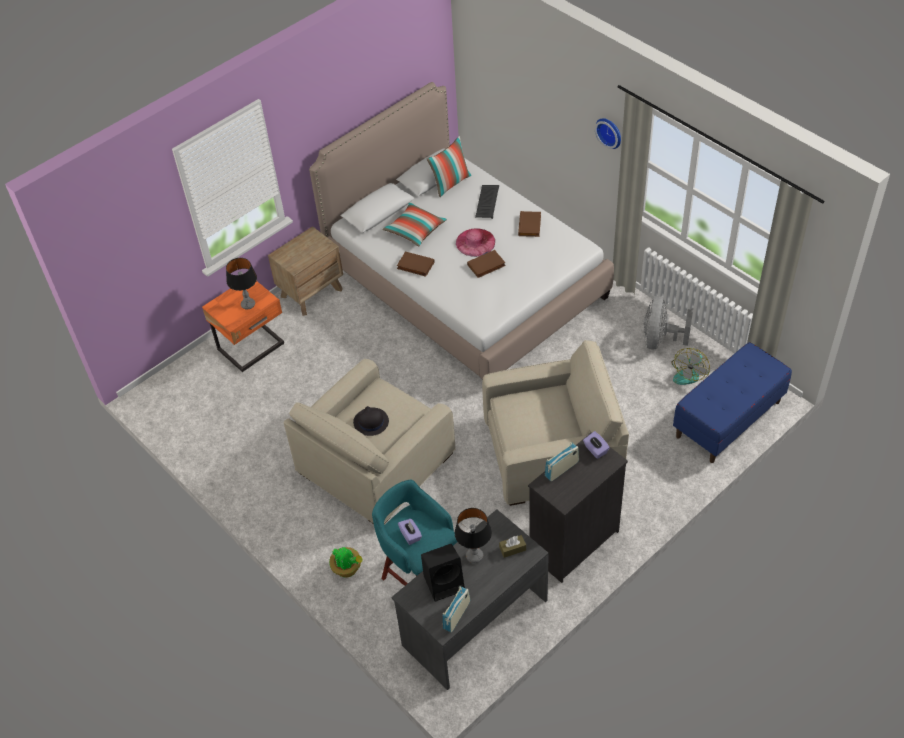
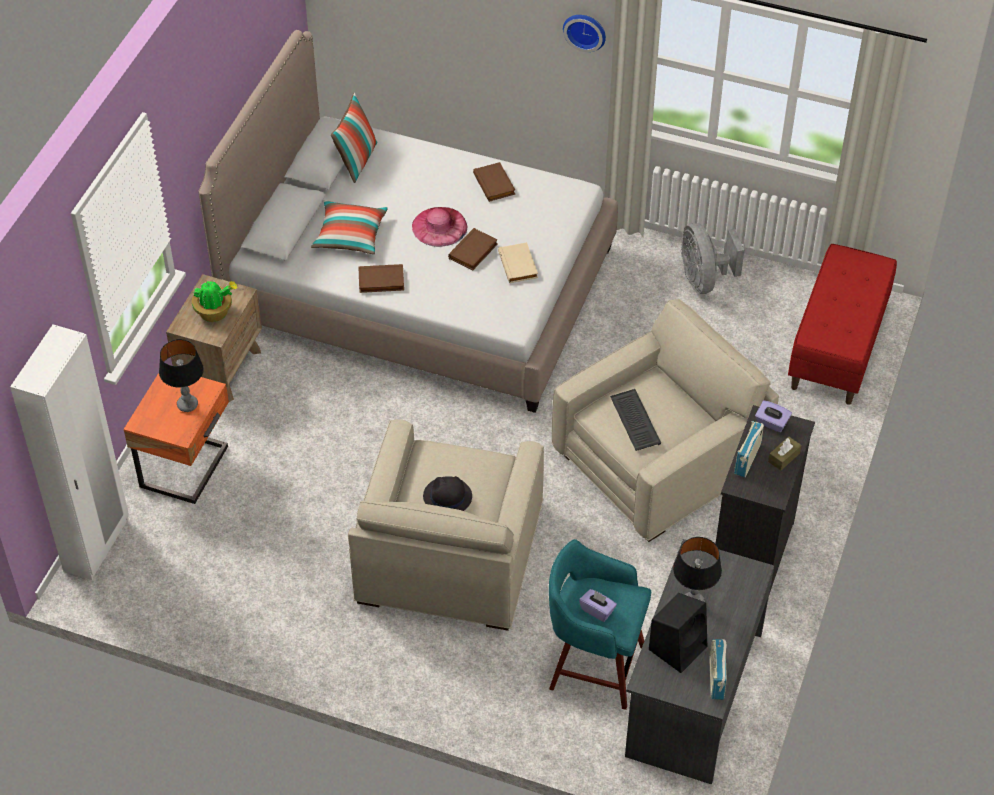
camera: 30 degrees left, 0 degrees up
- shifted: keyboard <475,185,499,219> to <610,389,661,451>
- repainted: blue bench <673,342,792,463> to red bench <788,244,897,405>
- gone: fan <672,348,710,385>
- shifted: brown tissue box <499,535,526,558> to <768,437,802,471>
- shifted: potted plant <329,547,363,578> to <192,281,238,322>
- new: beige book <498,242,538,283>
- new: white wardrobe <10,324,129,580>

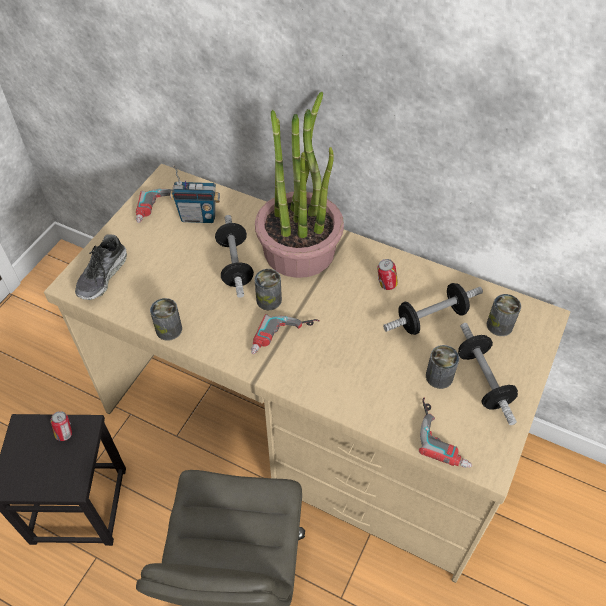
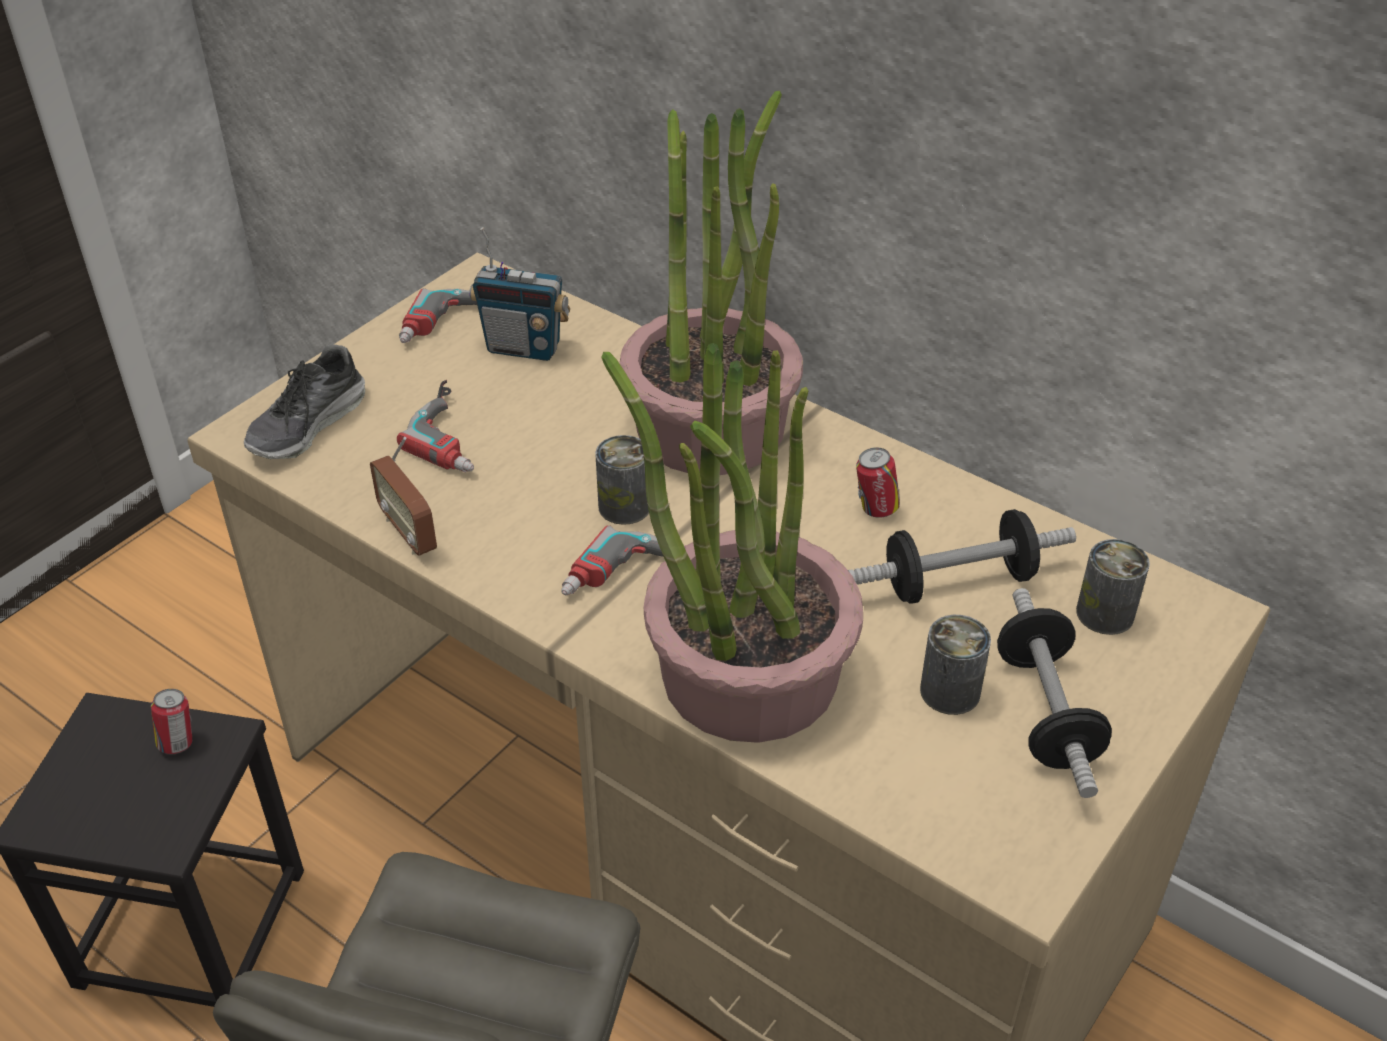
camera: 10 degrees right, 10 degrees down
- gone: dumbbell <215,215,254,298>
- swapped: can <150,298,182,341> to radio <370,437,437,556>
- shifted: power drill <419,398,472,468> to <397,380,474,472>
- new: potted plant <601,343,863,743>

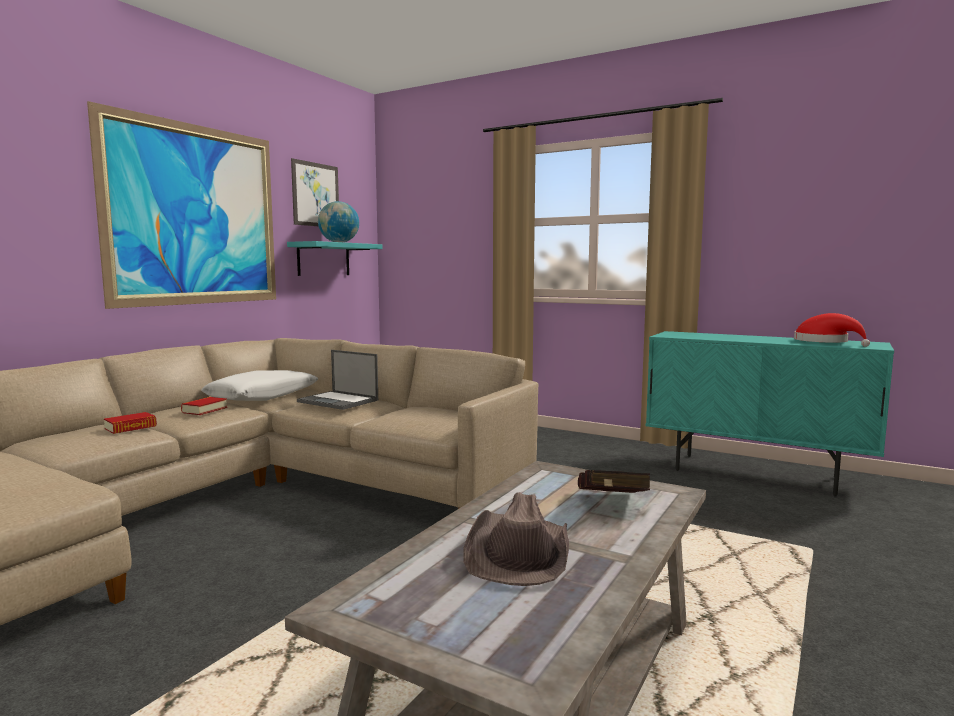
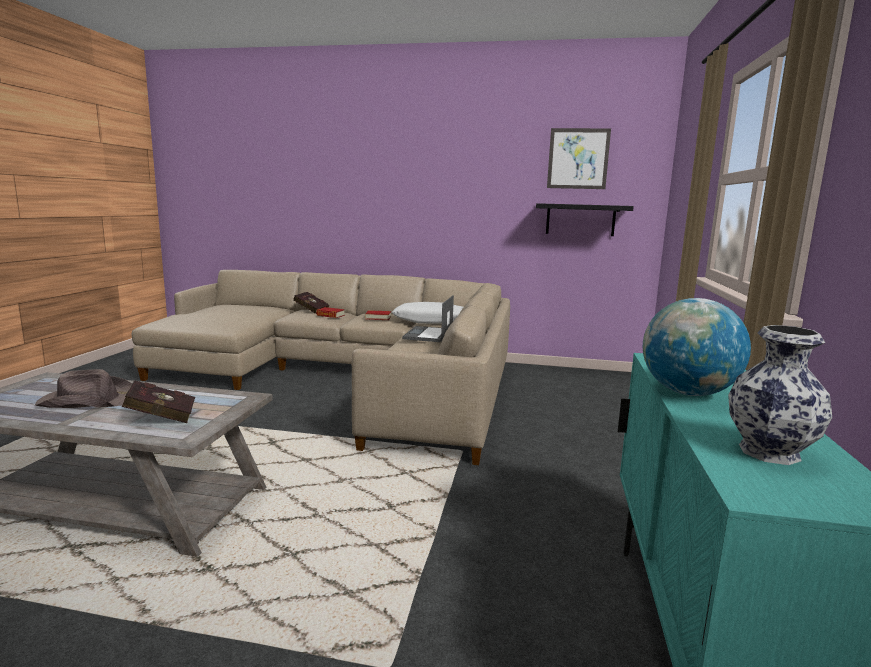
camera: 70 degrees right, 5 degrees up
- gone: picture <87,101,276,309>
- shifted: globe <318,201,359,242> to <643,298,751,396>
- repainted: turquoise shelf <287,241,382,276> to black shelf <536,203,634,236>
- swapped: red hat <794,313,870,347> to vase <728,325,833,465>
- new: red book <293,292,329,314>

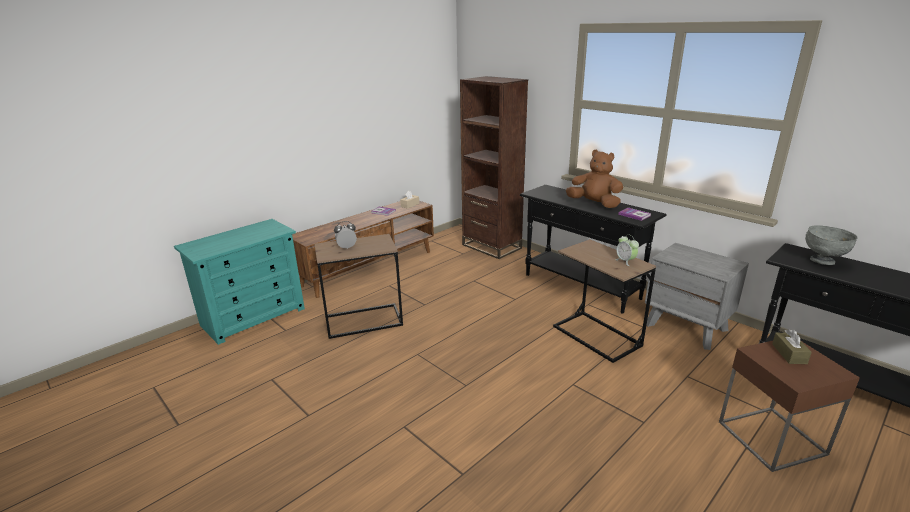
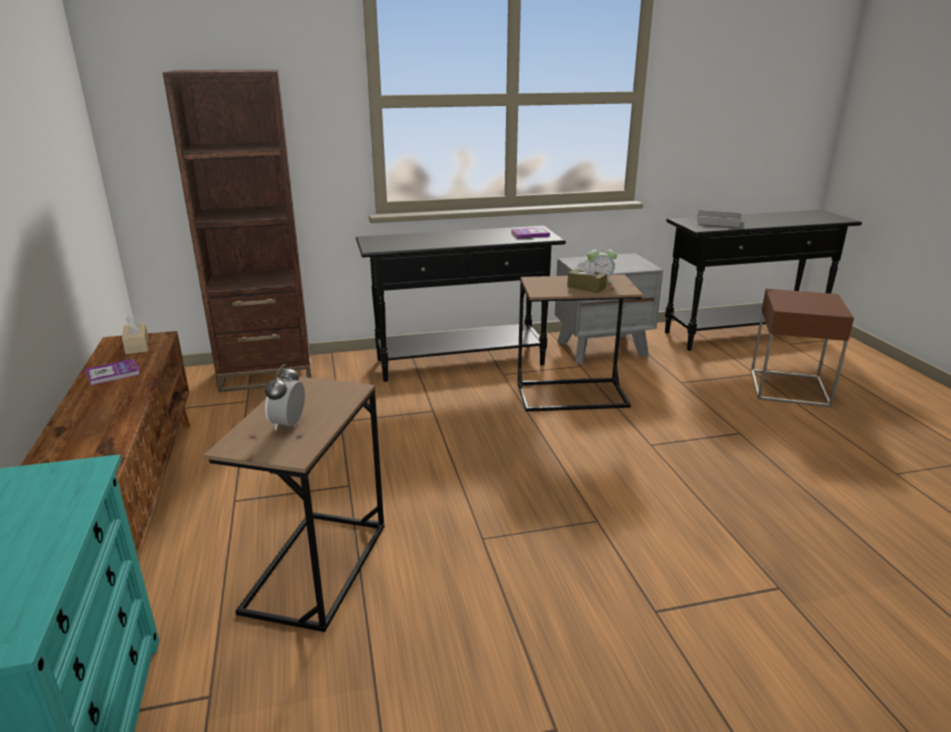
camera: 60 degrees left, 0 degrees up
- gone: brown plush toy <566,150,623,208>
- swapped: grey bowl <805,225,858,265> to book <691,210,741,227>
- shifted: brown tissue box <772,329,812,364> to <567,259,607,293>

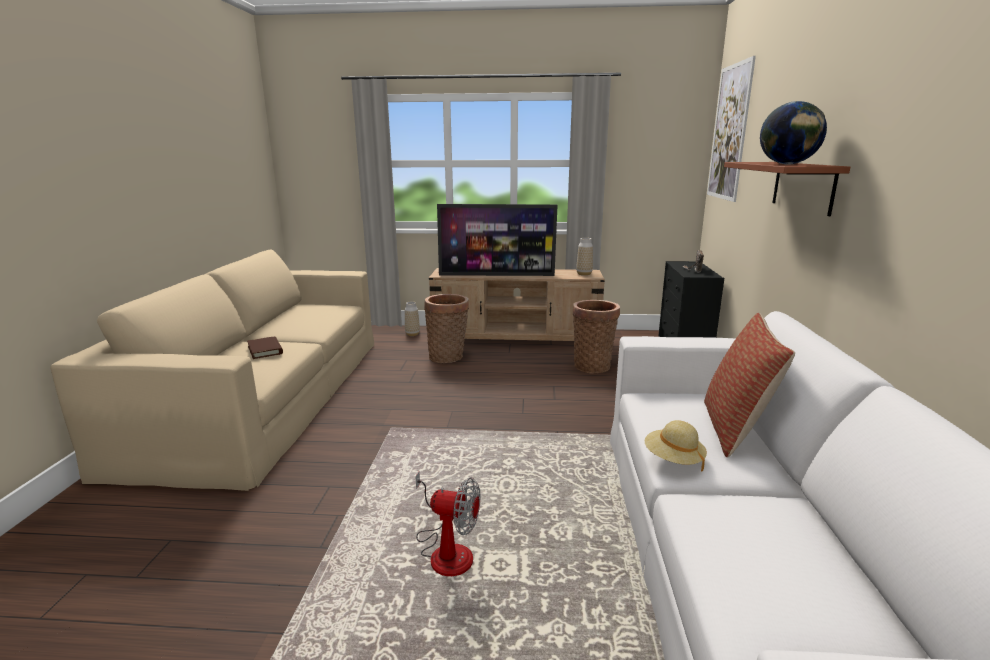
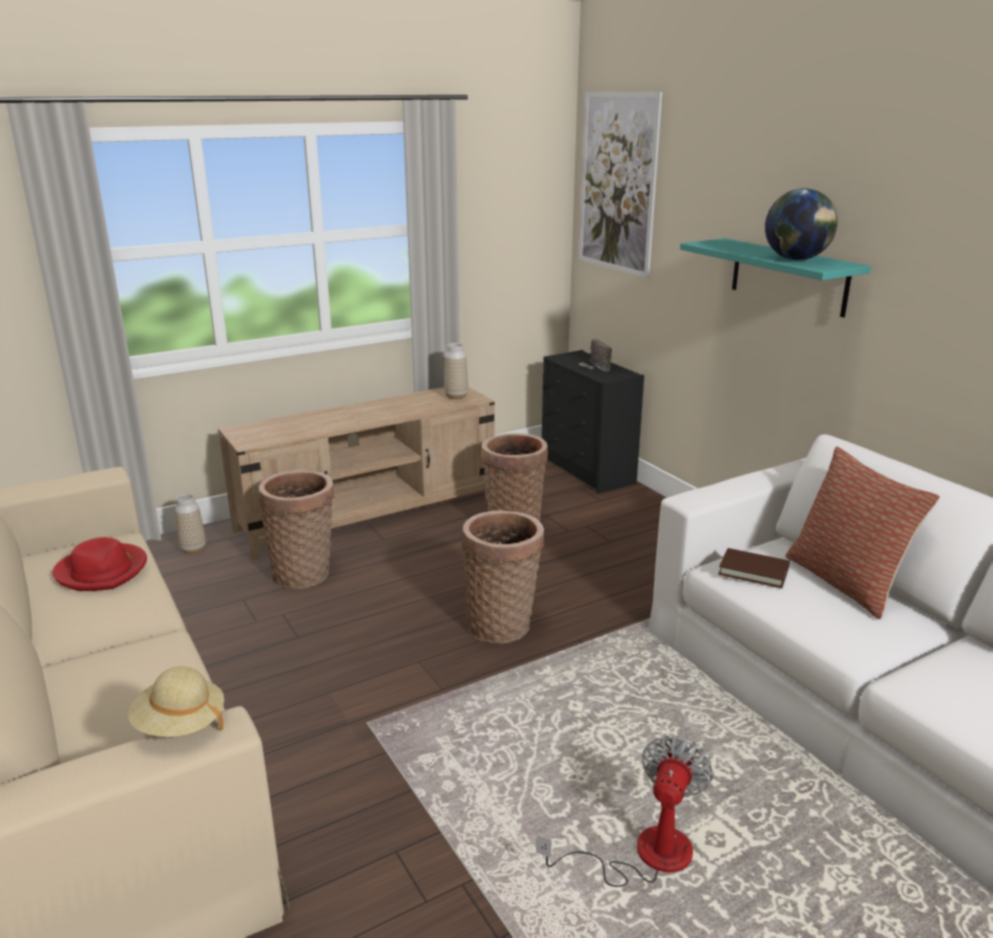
camera: 35 degrees left, 5 degrees up
- repainted: brown shelf <724,162,850,216> to turquoise shelf <680,238,871,318>
- gone: television <437,204,558,276>
- shifted: brown book <247,336,283,359> to <718,548,790,588>
- shifted: beige hat <645,420,707,472> to <128,666,224,737>
- rotated: fan <415,472,480,576> = <536,736,713,887> 45 degrees counterclockwise
- new: basket <462,510,544,644>
- new: red hat <52,537,147,591>

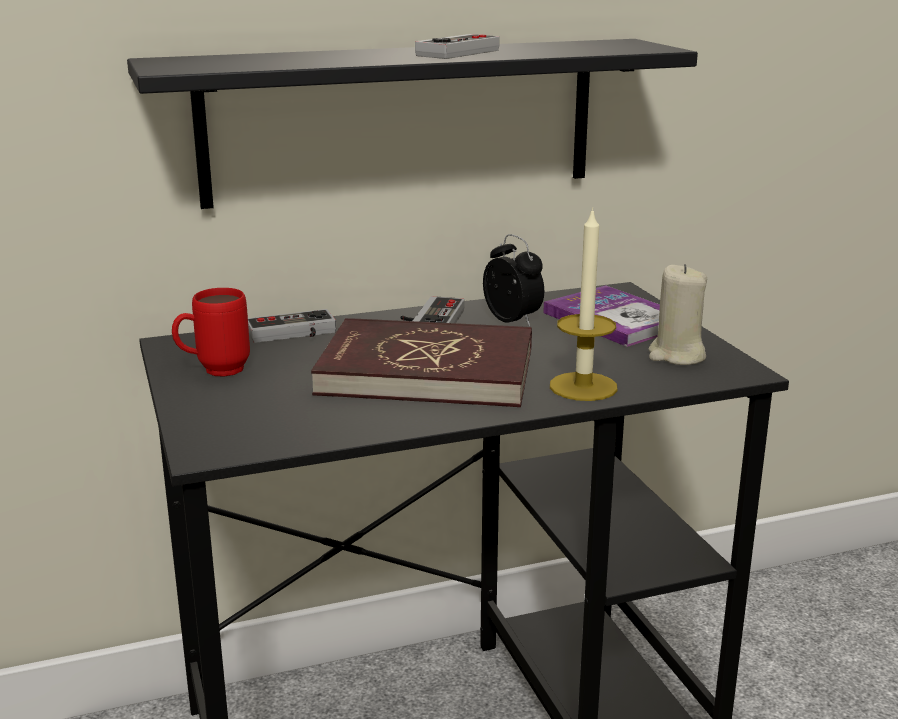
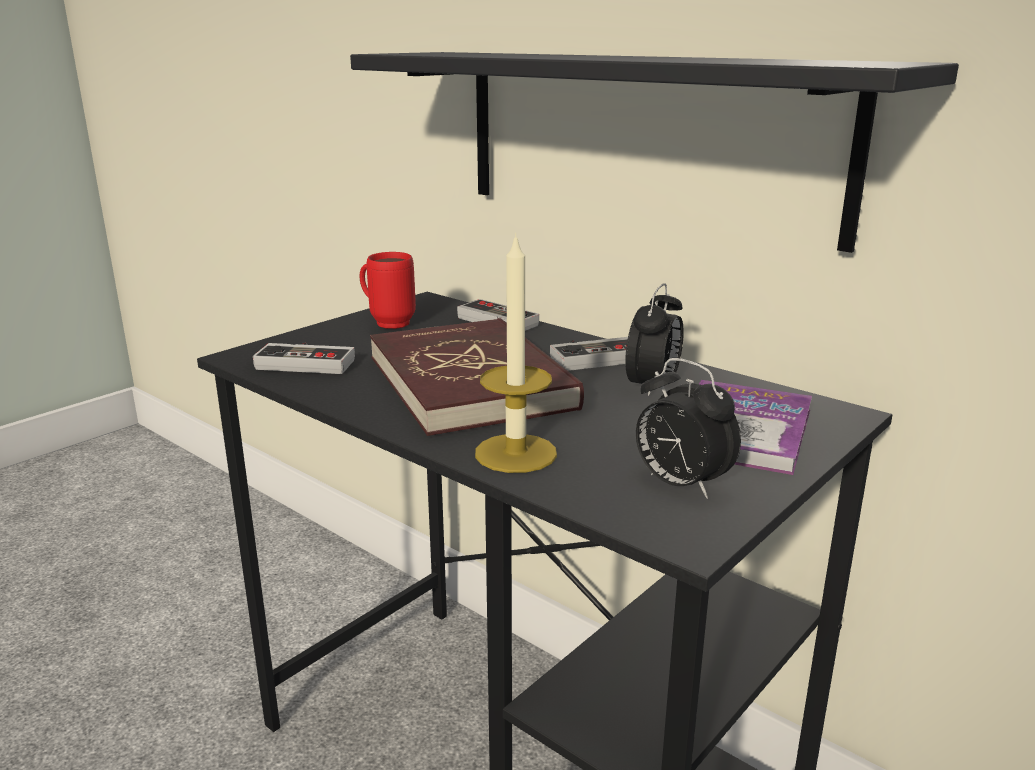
camera: 60 degrees right, 0 degrees up
- shifted: game controller <415,34,500,59> to <253,342,355,374>
- swapped: beige candle <648,264,707,365> to alarm clock <636,358,741,499>

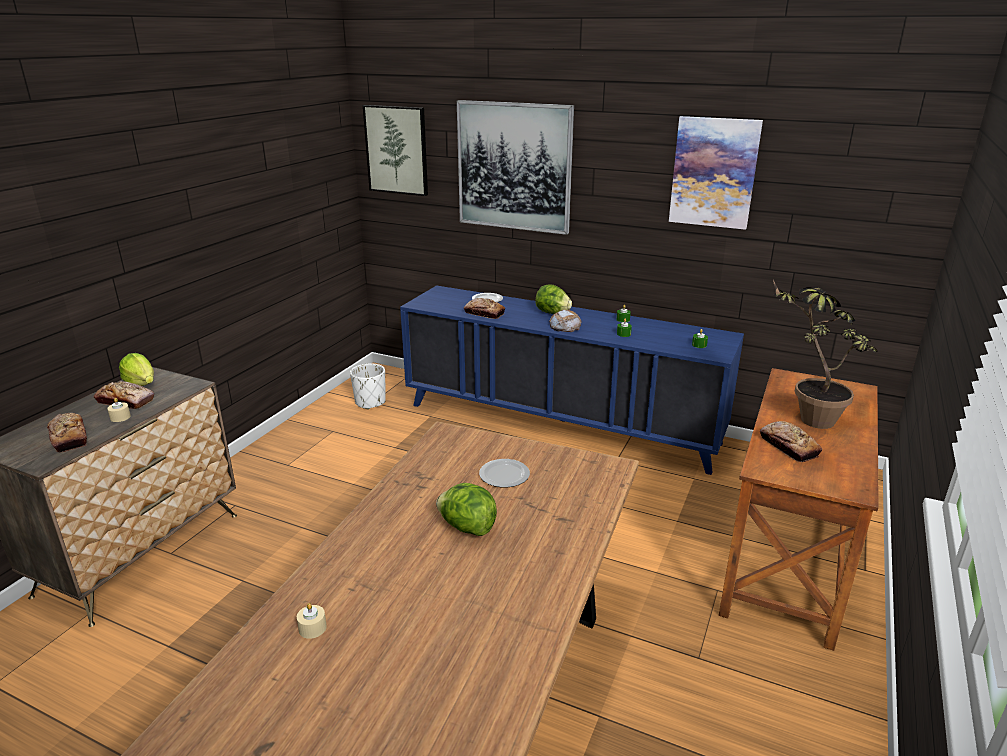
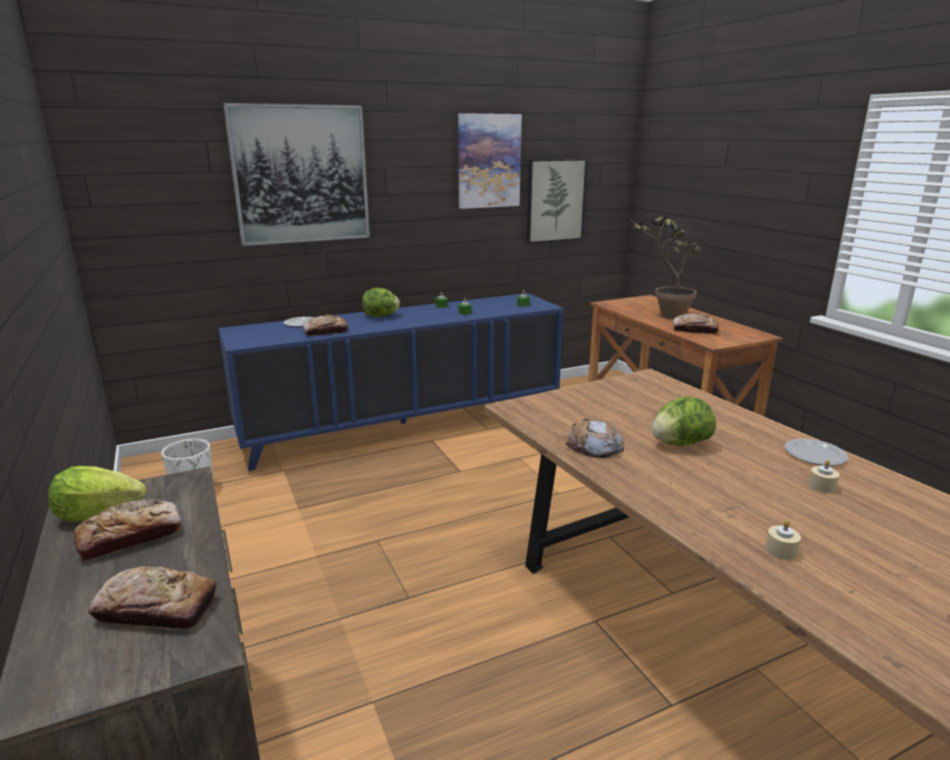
camera: 50 degrees left, 5 degrees down
- shifted: picture <363,105,428,196> to <526,159,587,243>
- shifted: bread <549,310,581,332> to <566,418,624,458>
- shifted: beige candle <107,398,131,422> to <808,460,840,493>
- shifted: plate <479,459,530,488> to <784,439,848,466>

